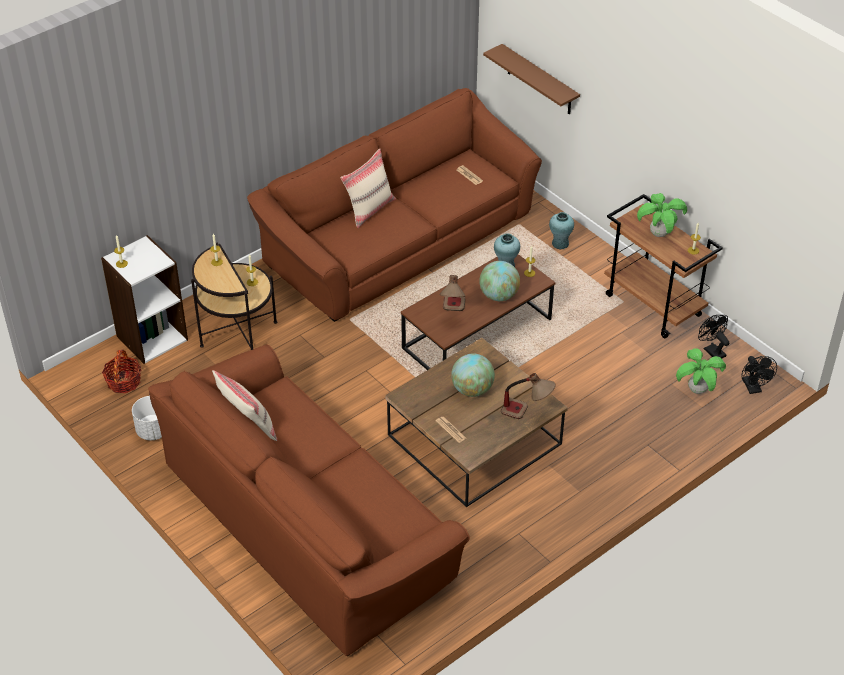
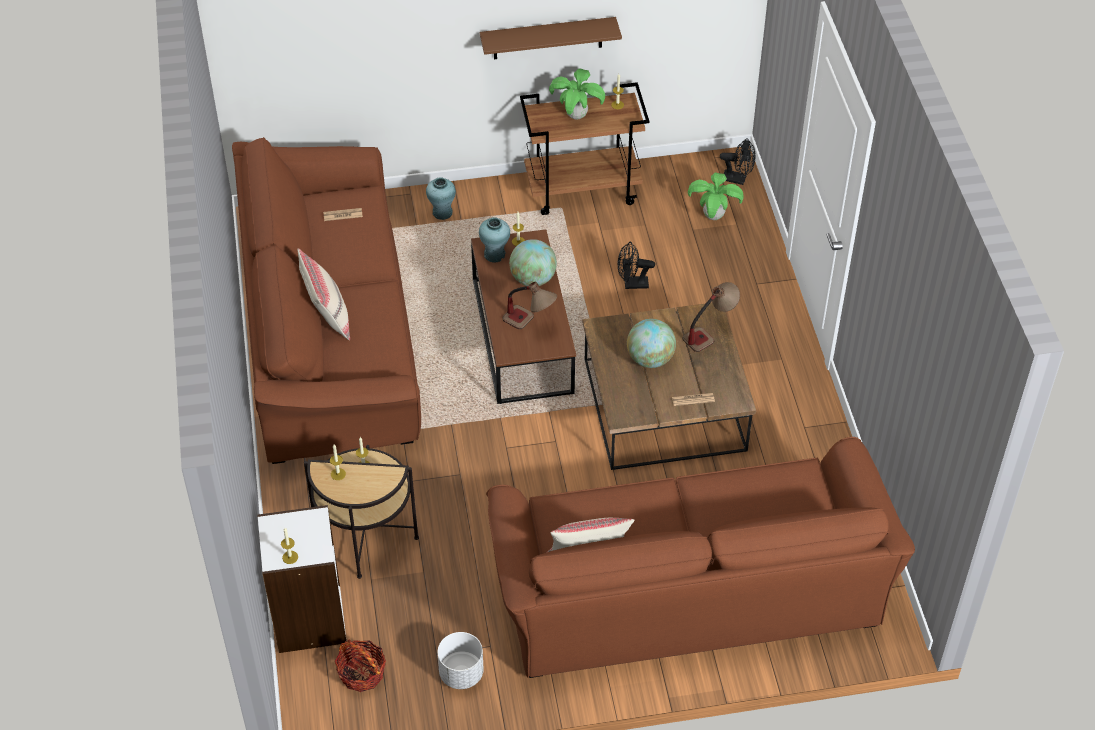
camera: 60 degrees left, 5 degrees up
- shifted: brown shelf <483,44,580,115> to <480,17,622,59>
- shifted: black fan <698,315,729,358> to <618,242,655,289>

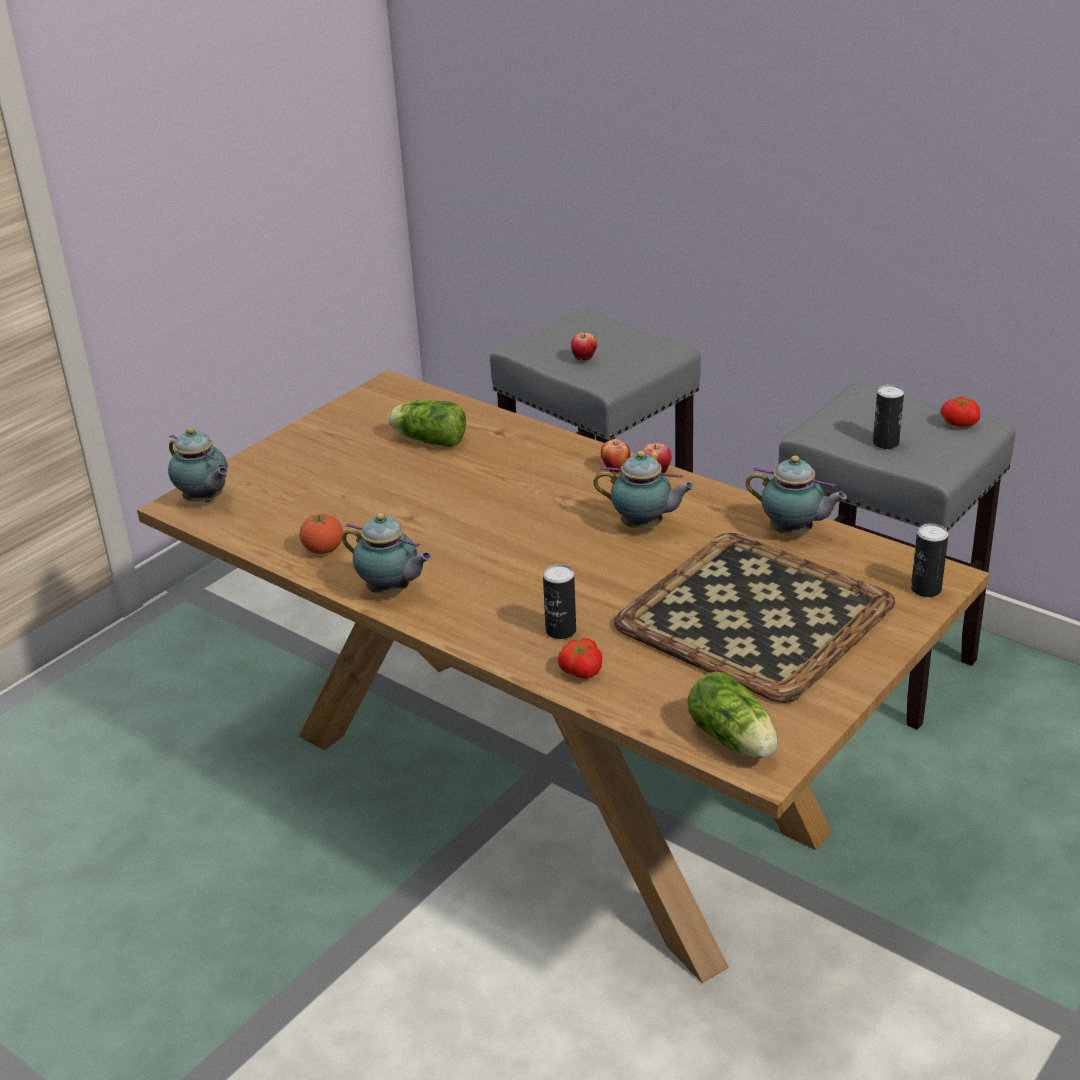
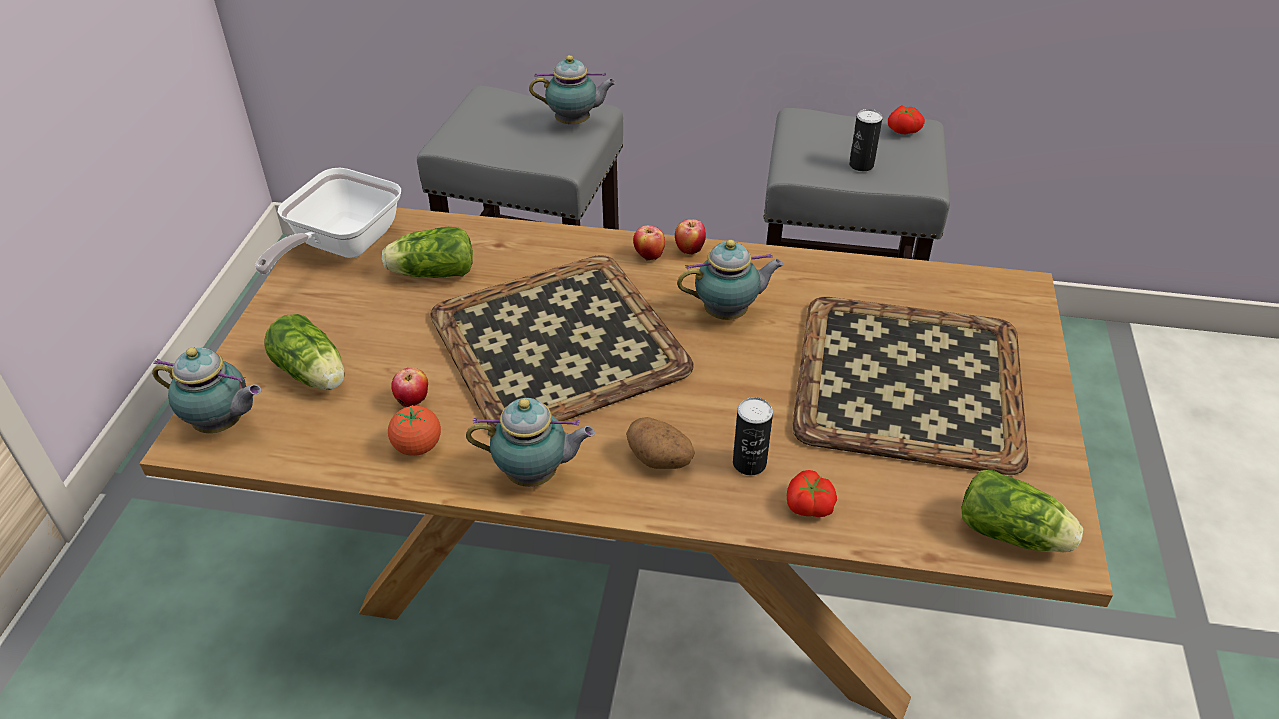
camera: 30 degrees left, 10 degrees up
- shifted: apple <571,332,597,360> to <391,368,428,407>
- shifted: teapot <746,455,847,535> to <529,55,616,124>
- gone: can <911,523,949,597>
- new: frying pan <255,168,401,274>
- new: tray <430,255,694,428>
- new: lettuce <264,314,344,390>
- new: potato <626,417,695,469>

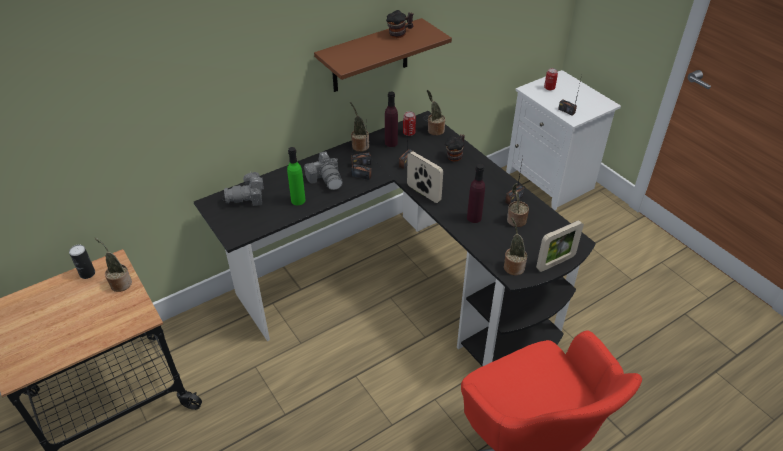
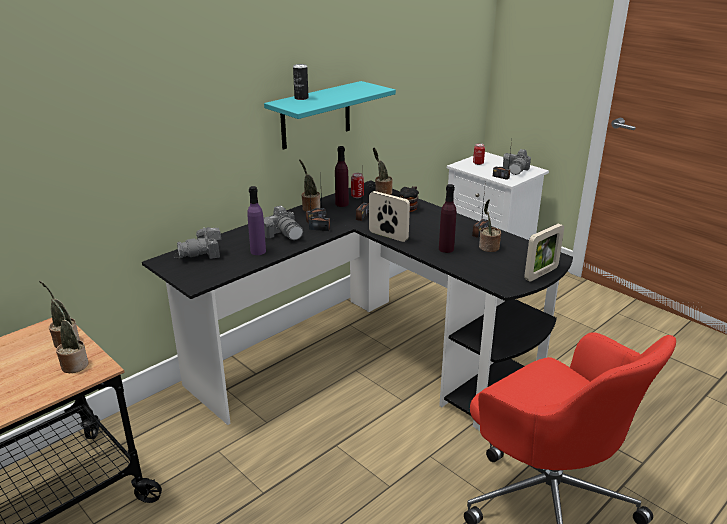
camera: 10 degrees left, 15 degrees down
- gone: mug <386,10,414,38>
- repainted: brown shelf <314,18,452,92> to turquoise shelf <264,81,396,150>
- repainted: green bottle <287,147,305,205> to purple bottle <247,186,266,255>
- shifted: potted plant <504,217,527,275> to <51,299,88,373>
- shifted: can <69,245,95,279> to <293,64,309,100>
- new: photo camera <503,149,531,175>

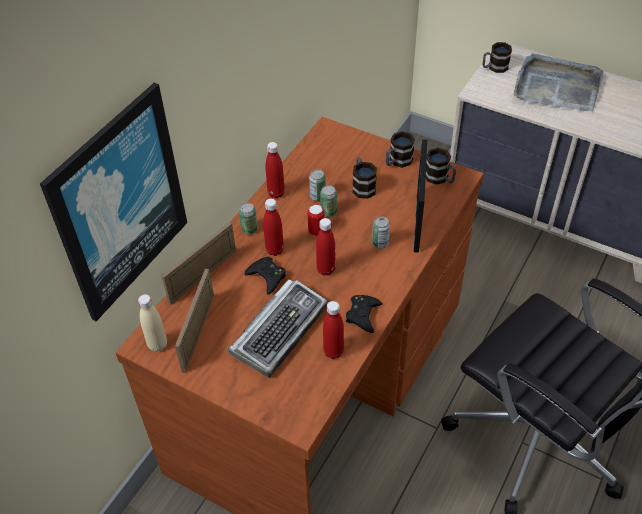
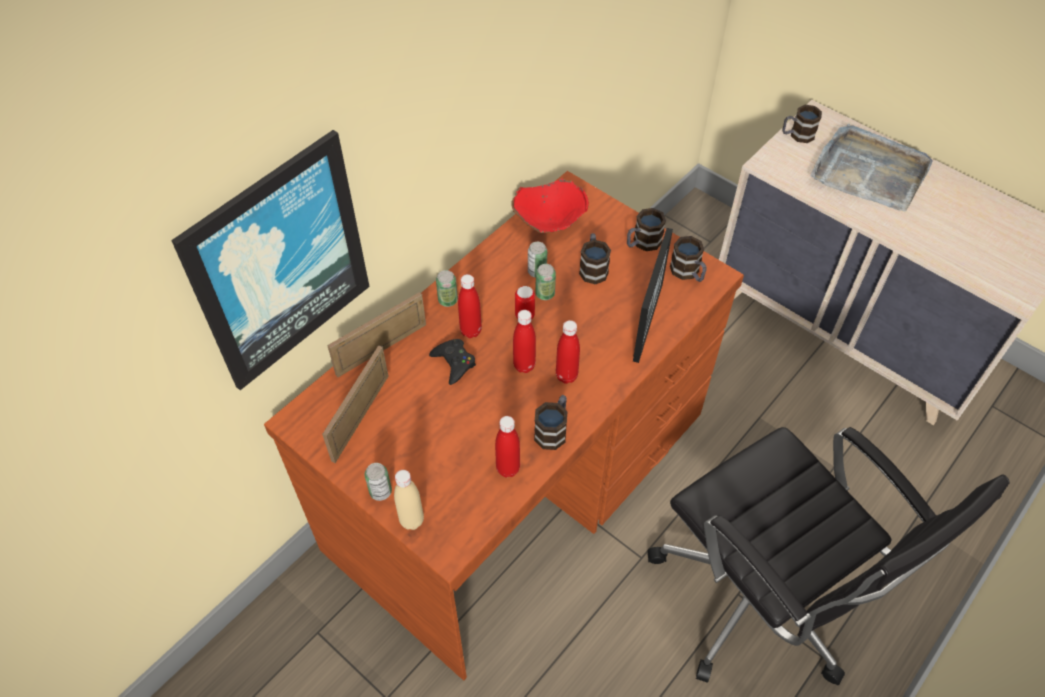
camera: 10 degrees right, 5 degrees up
- shifted: red bottle <265,142,285,199> to <556,320,580,384>
- shifted: can <372,216,390,249> to <365,463,392,501>
- gone: keyboard <228,279,328,378>
- shifted: beige bottle <138,294,167,352> to <394,470,424,530>
- swapped: black game controller <346,295,382,333> to mug <534,395,567,450>
- new: red bowl <512,178,589,233>

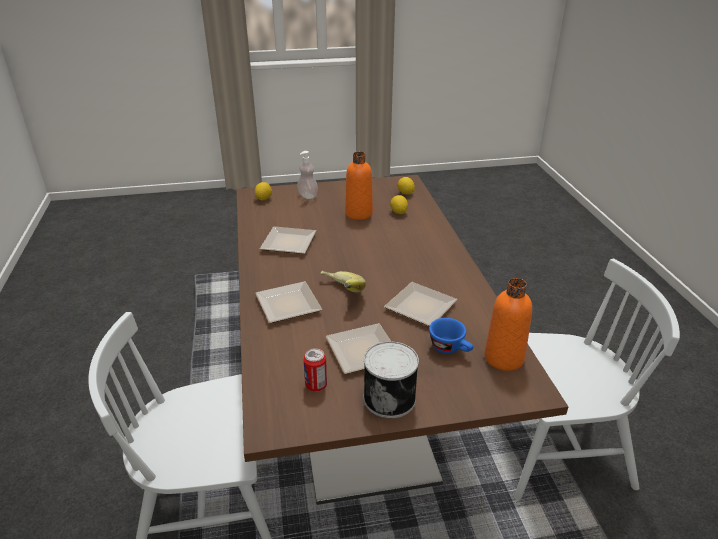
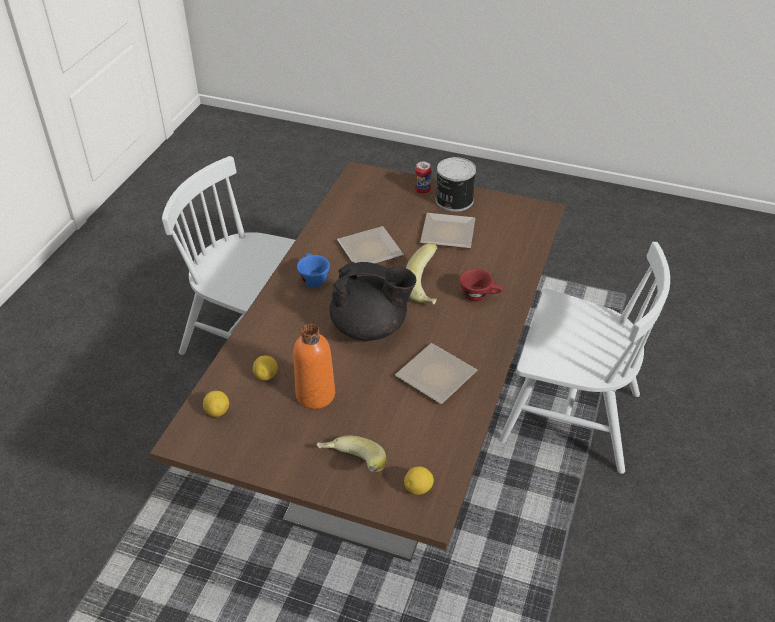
camera: 150 degrees left, 10 degrees up
- swapped: soap dispenser <297,151,318,199> to banana <316,436,387,472>
- gone: orange bottle <484,278,532,371>
- swapped: plate <255,281,323,323> to red cup <460,269,503,301>
- shifted: blue cup <429,318,473,354> to <297,253,330,287>
- shifted: can <303,348,327,392> to <415,162,432,194>
- new: black teapot <329,262,416,341>

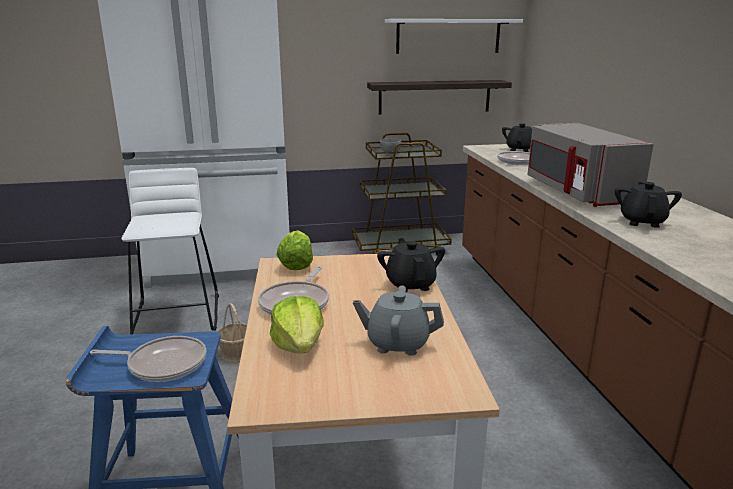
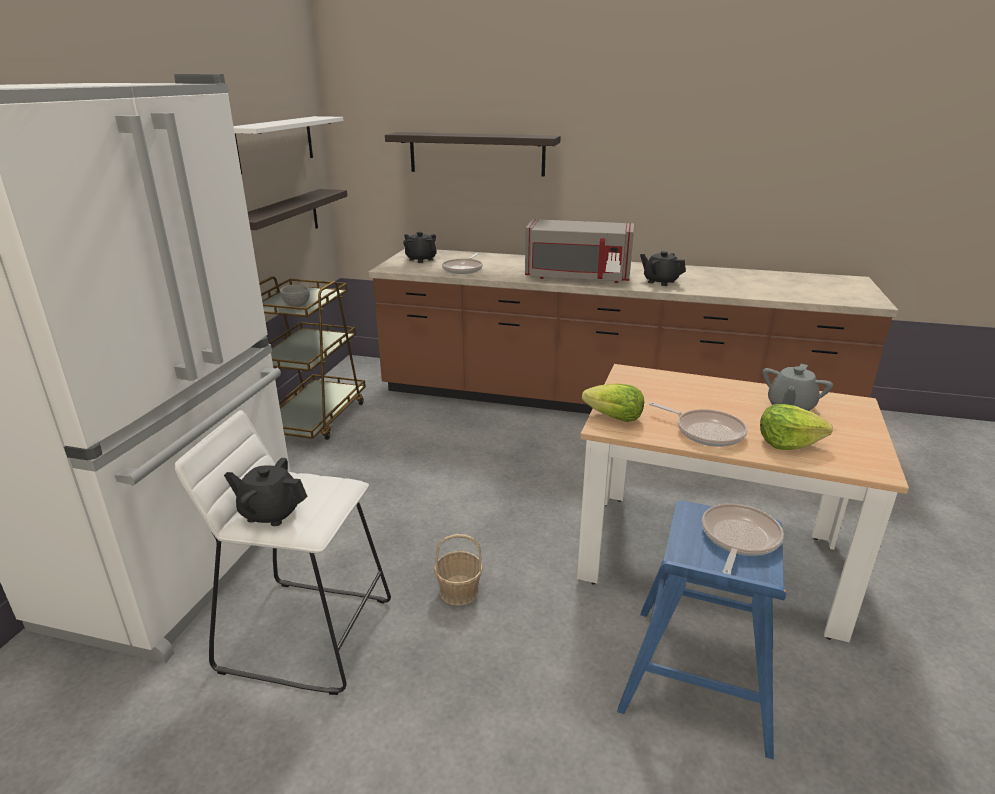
camera: 65 degrees left, 5 degrees up
- shifted: black teapot <377,238,445,292> to <224,458,307,526>
- new: shelf <385,132,561,176>

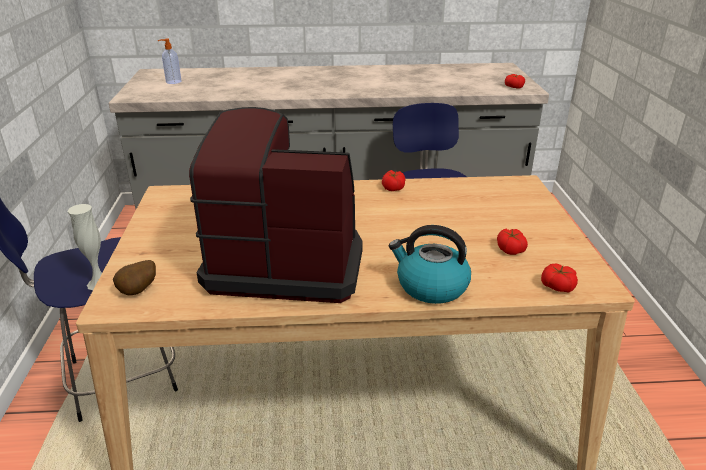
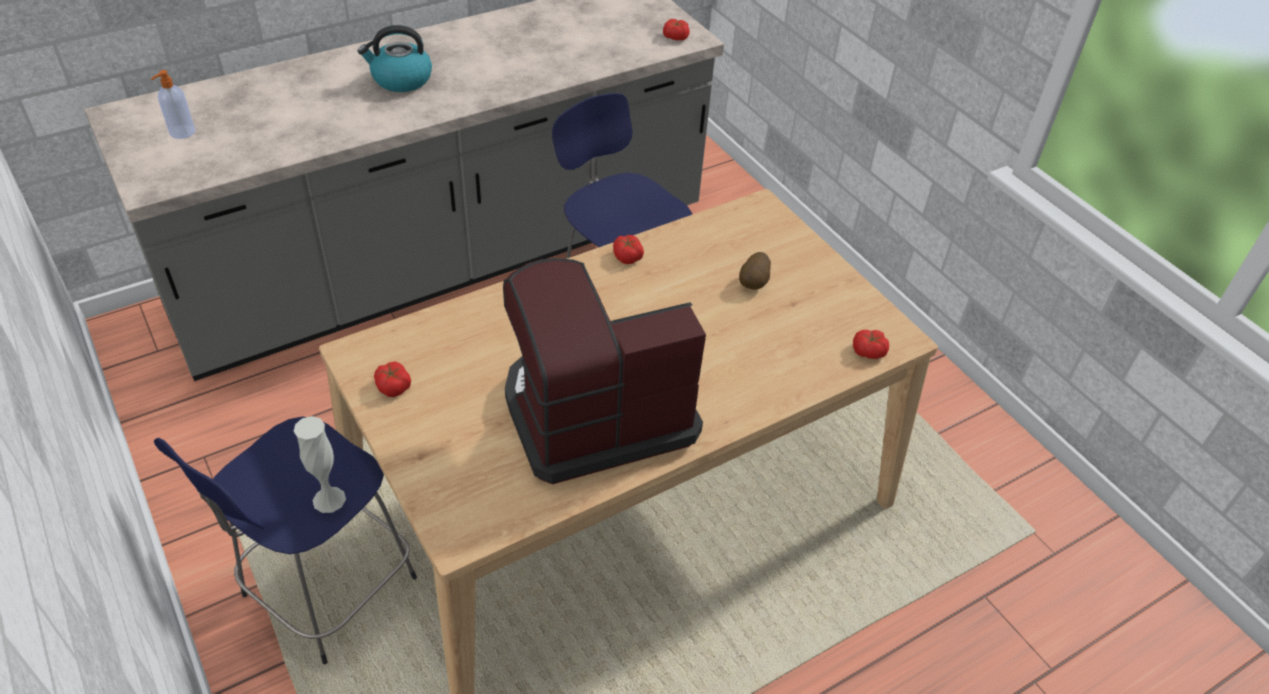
camera: 30 degrees left, 15 degrees up
- shifted: kettle <389,225,471,304> to <358,25,432,92>
- shifted: tomato <497,229,528,255> to <374,362,411,397>
- shifted: potato <113,260,156,296> to <739,252,771,290>

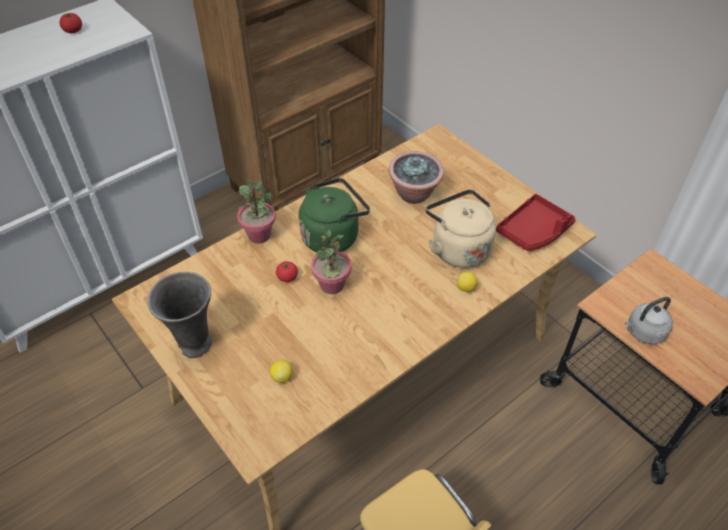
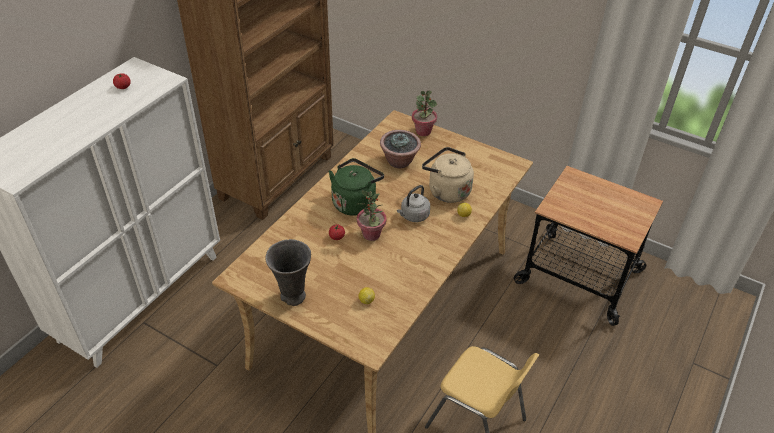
camera: 20 degrees left, 5 degrees down
- shifted: potted plant <237,180,276,244> to <412,90,437,136>
- gone: red tray <496,194,576,251>
- shifted: grey kettle <624,297,673,344> to <397,185,430,222>

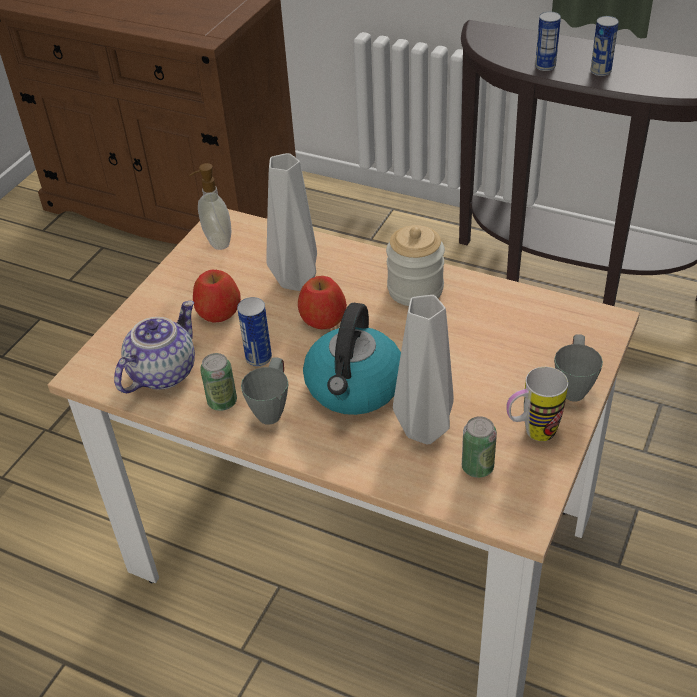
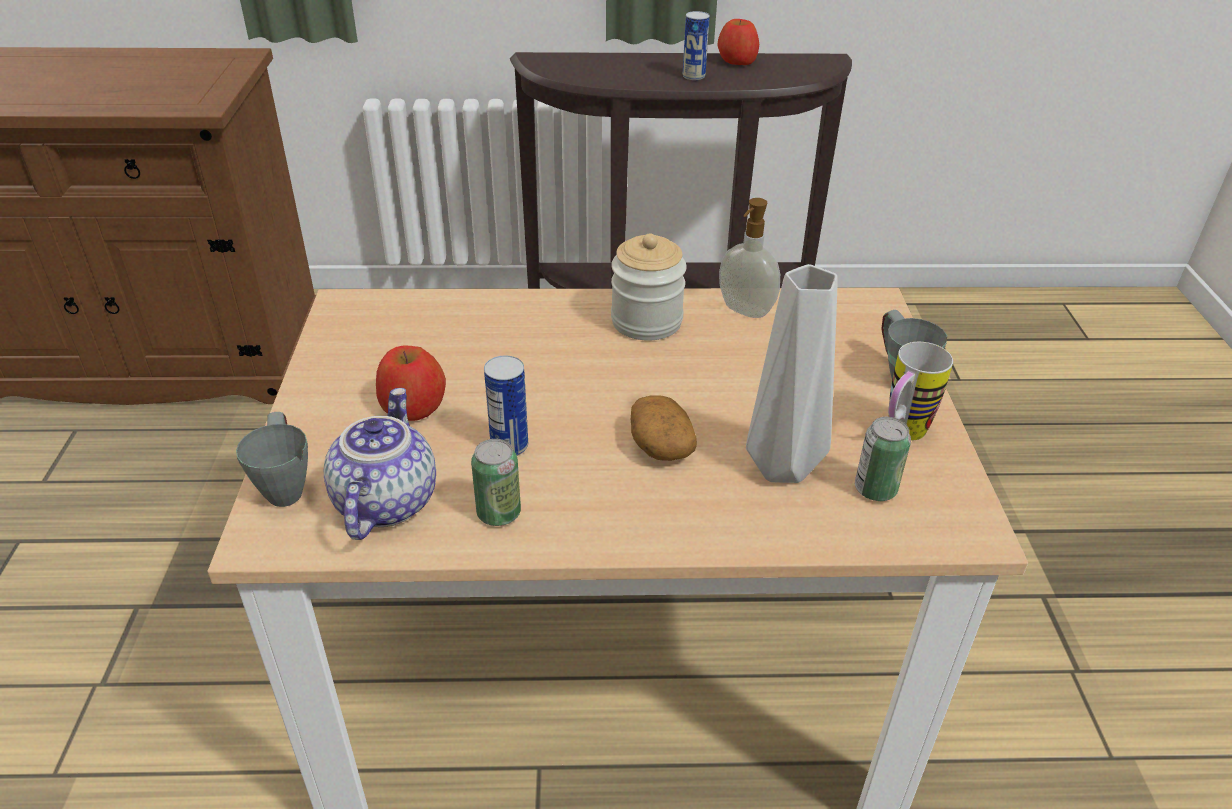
camera: 30 degrees left, 5 degrees down
- gone: can <535,12,561,71>
- gone: grey vase <266,153,317,291>
- shifted: soap dispenser <189,163,232,250> to <719,198,780,318>
- shifted: apple <298,276,347,329> to <718,19,759,65>
- swapped: kettle <303,303,401,415> to potato <631,395,697,461>
- shifted: grey mug <241,357,288,425> to <236,412,308,507>

